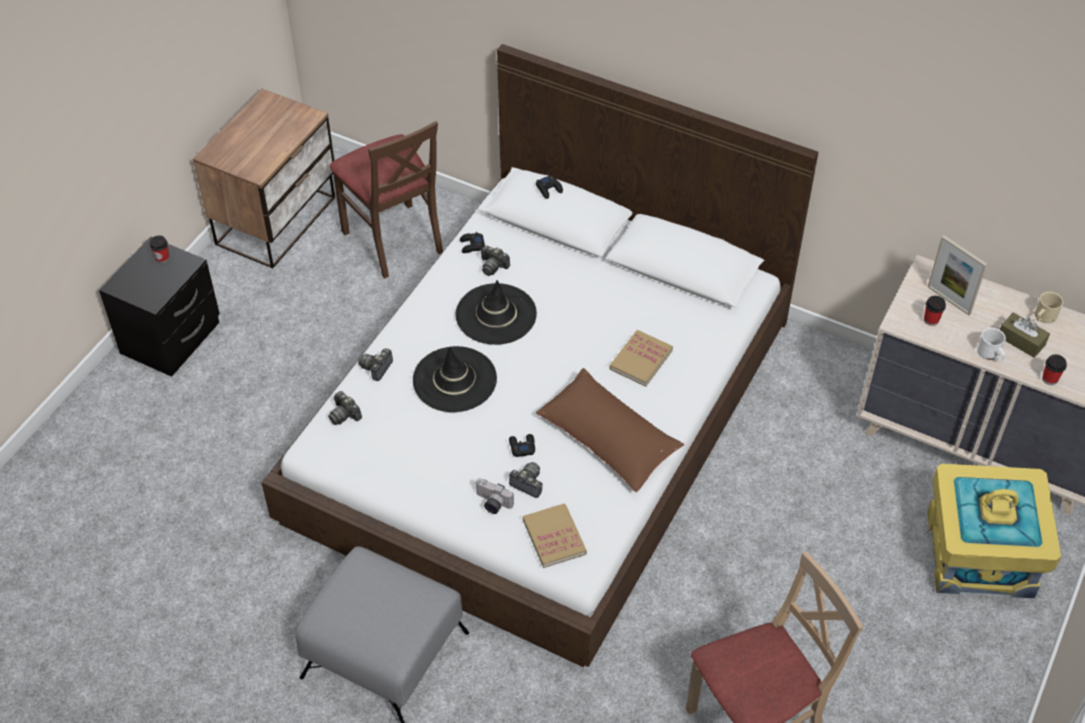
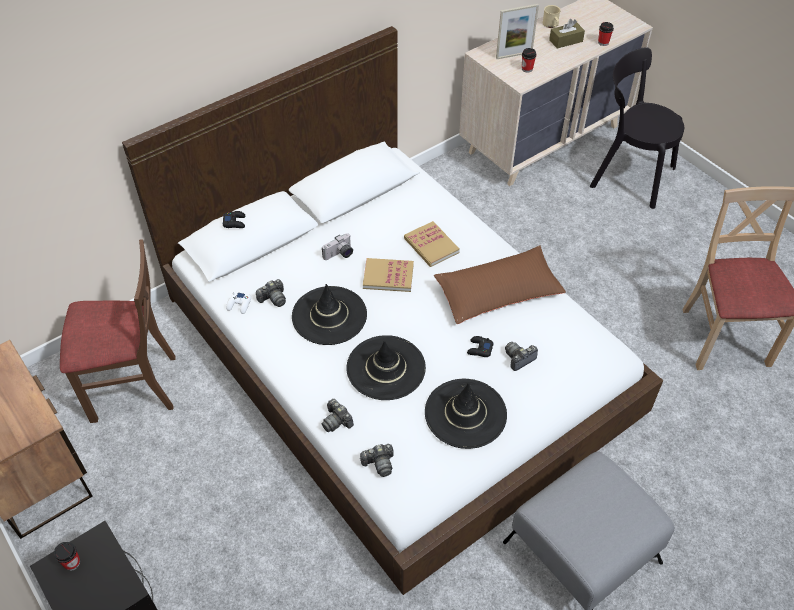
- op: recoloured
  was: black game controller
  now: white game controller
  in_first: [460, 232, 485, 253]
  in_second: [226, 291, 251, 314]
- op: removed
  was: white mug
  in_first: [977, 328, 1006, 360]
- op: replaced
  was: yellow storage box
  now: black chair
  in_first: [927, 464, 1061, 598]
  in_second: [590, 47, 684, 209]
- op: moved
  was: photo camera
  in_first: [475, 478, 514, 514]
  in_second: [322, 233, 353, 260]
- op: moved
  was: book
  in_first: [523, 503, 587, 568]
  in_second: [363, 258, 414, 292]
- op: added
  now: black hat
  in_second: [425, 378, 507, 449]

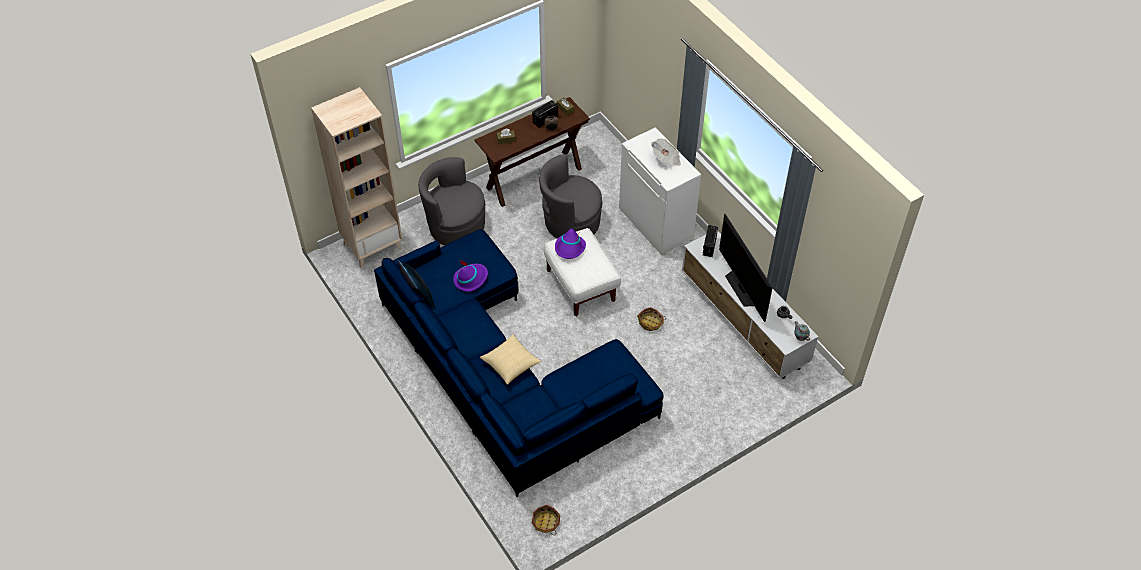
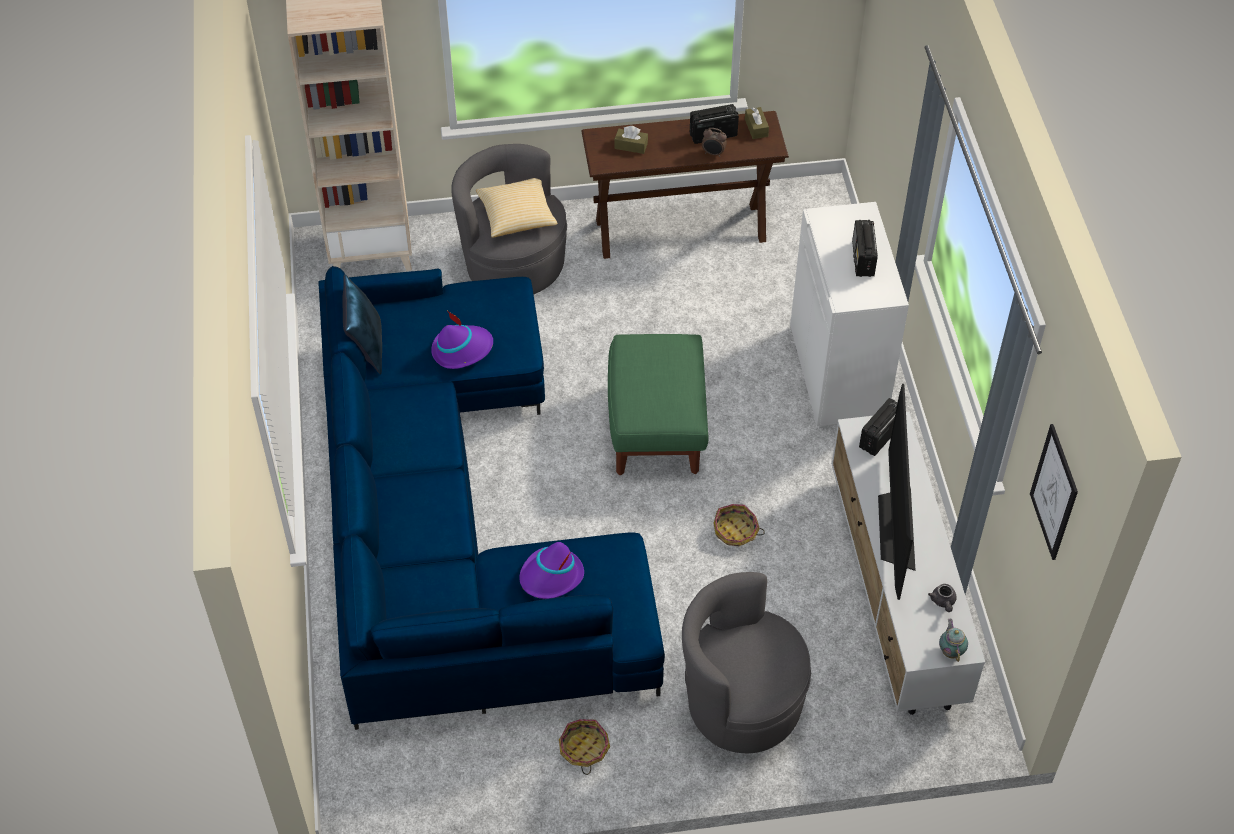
- op: replaced
  was: newspaper
  now: radio
  in_first: [651, 139, 681, 166]
  in_second: [852, 220, 878, 277]
- op: moved
  was: grey armchair
  in_first: [539, 154, 602, 238]
  in_second: [682, 572, 811, 753]
- op: recoloured
  was: white ottoman
  now: green ottoman
  in_first: [544, 228, 621, 316]
  in_second: [608, 334, 709, 475]
- op: moved
  was: purple hat
  in_first: [555, 229, 586, 259]
  in_second: [519, 542, 584, 599]
- op: moved
  was: pillow
  in_first: [480, 334, 541, 385]
  in_second: [476, 178, 558, 238]
- op: moved
  was: basket
  in_first: [532, 504, 560, 535]
  in_second: [559, 719, 610, 775]
- op: added
  now: picture
  in_second: [1030, 424, 1078, 560]

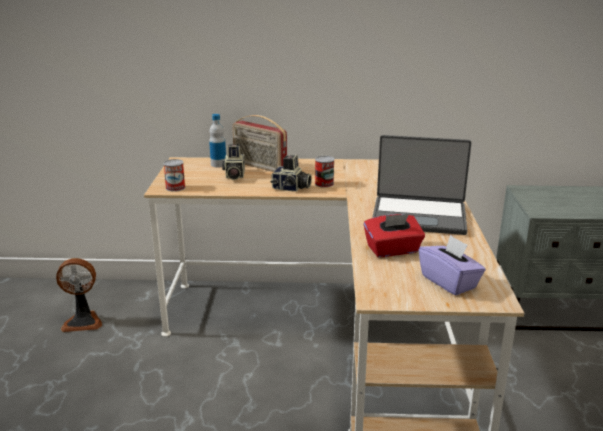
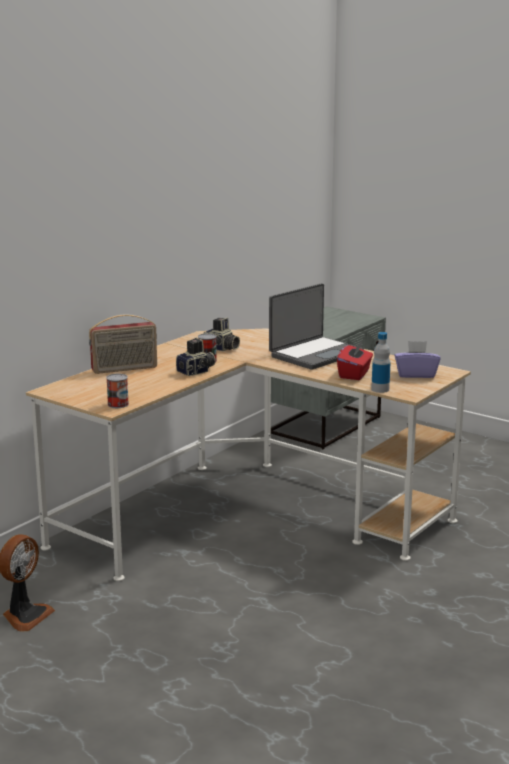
- op: moved
  was: bottle
  in_first: [209, 114, 226, 168]
  in_second: [371, 332, 391, 393]
- op: moved
  was: photo camera
  in_first: [222, 144, 245, 180]
  in_second: [203, 317, 240, 352]

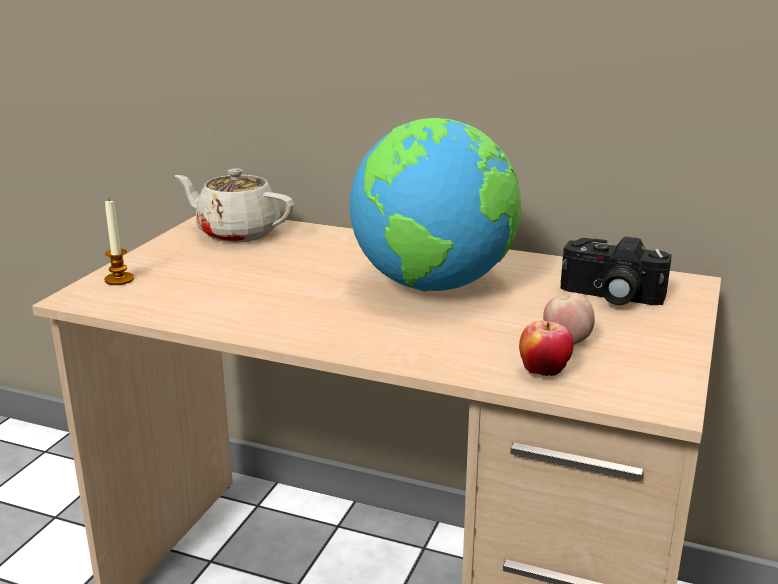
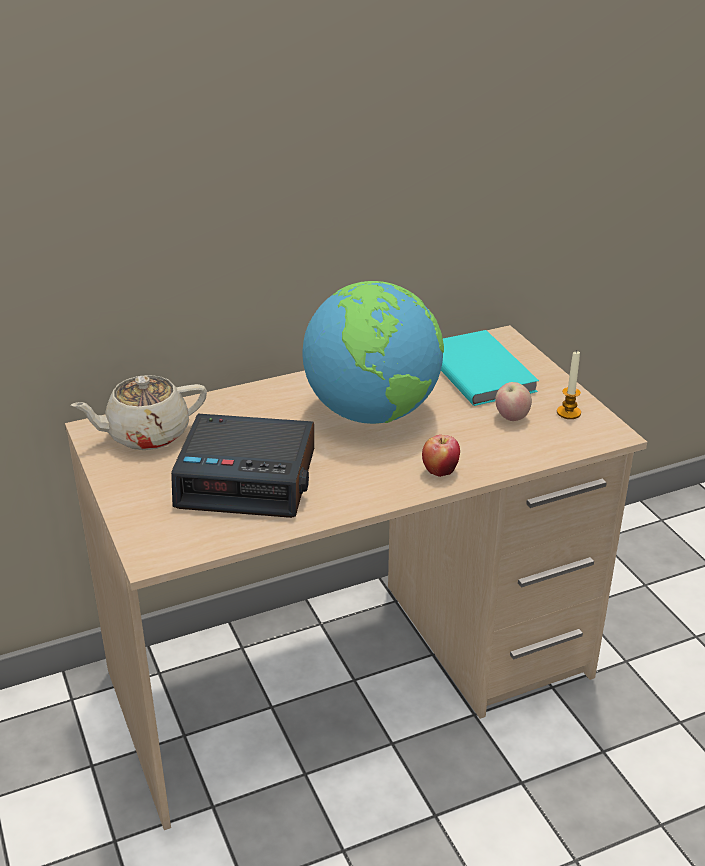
- op: moved
  was: candle
  in_first: [104, 201, 134, 285]
  in_second: [557, 350, 581, 419]
- op: replaced
  was: photo camera
  now: turquoise book
  in_first: [560, 237, 672, 305]
  in_second: [441, 330, 539, 406]
- op: moved
  was: apple
  in_first: [519, 321, 573, 376]
  in_second: [422, 435, 460, 477]
- op: added
  now: alarm clock
  in_second: [171, 414, 314, 518]

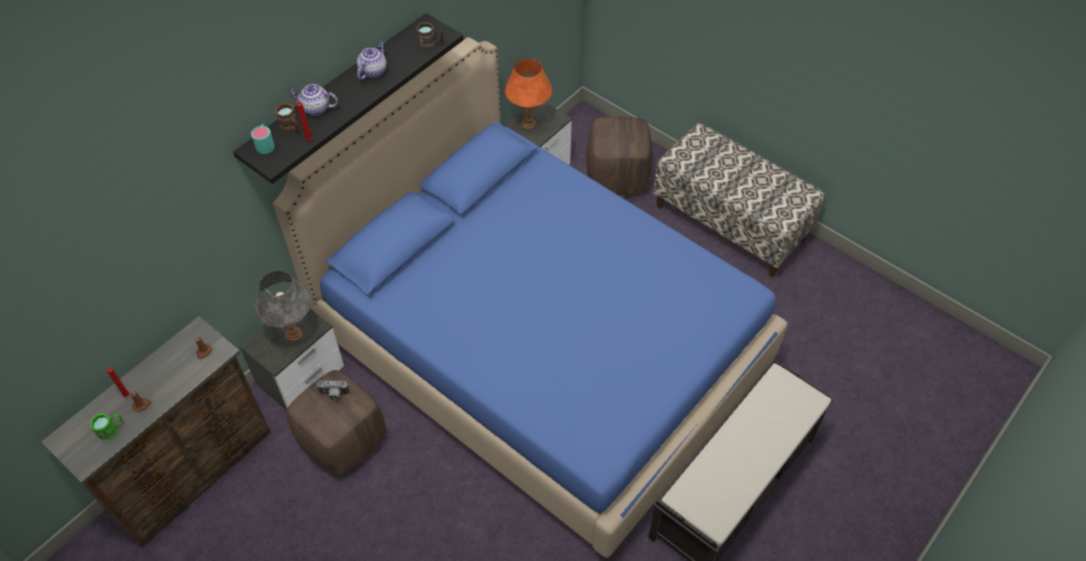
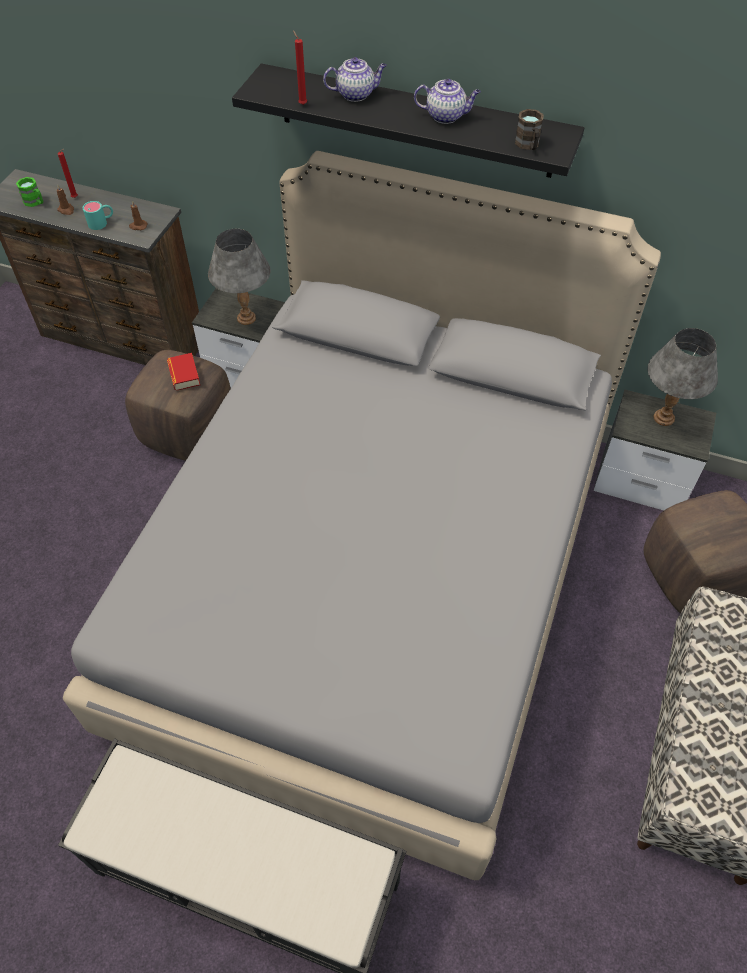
- op: recoloured
  was: blue bed
  now: grey bed
  in_first: [273, 37, 788, 559]
  in_second: [63, 151, 661, 880]
- op: recoloured
  was: orange table lamp
  now: grey table lamp
  in_first: [505, 59, 552, 129]
  in_second: [647, 328, 718, 426]
- op: turned
  was: teapot
  in_first: [288, 84, 338, 116]
  in_second: [323, 57, 387, 102]
  clockwise: 90
- op: removed
  was: brown mug
  in_first: [275, 103, 298, 132]
- op: moved
  was: turquoise mug
  in_first: [251, 124, 275, 154]
  in_second: [83, 201, 113, 230]
- op: replaced
  was: photo camera
  now: book
  in_first: [317, 380, 349, 400]
  in_second: [167, 353, 200, 390]

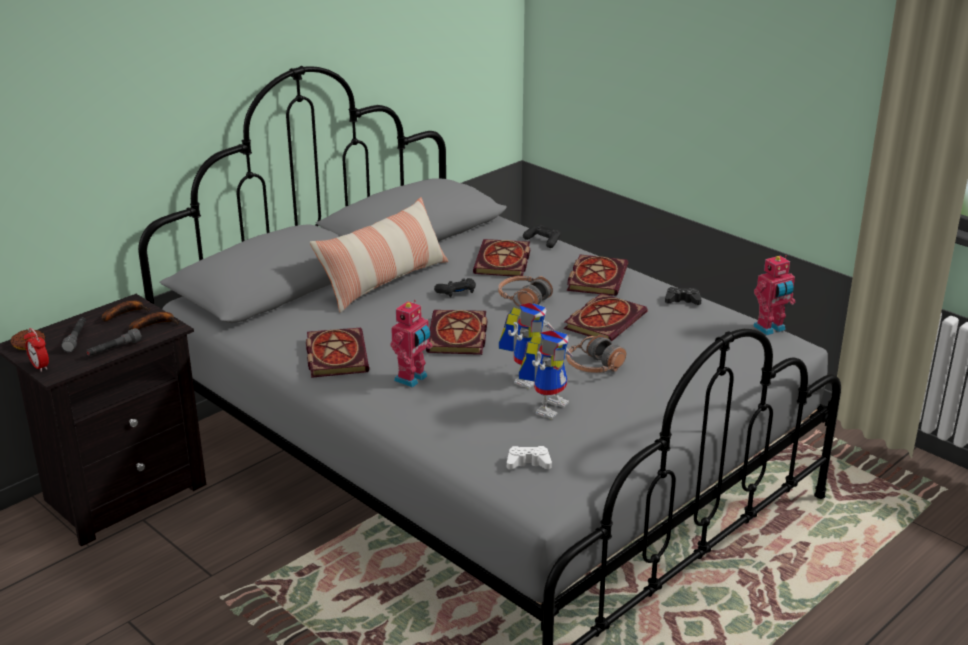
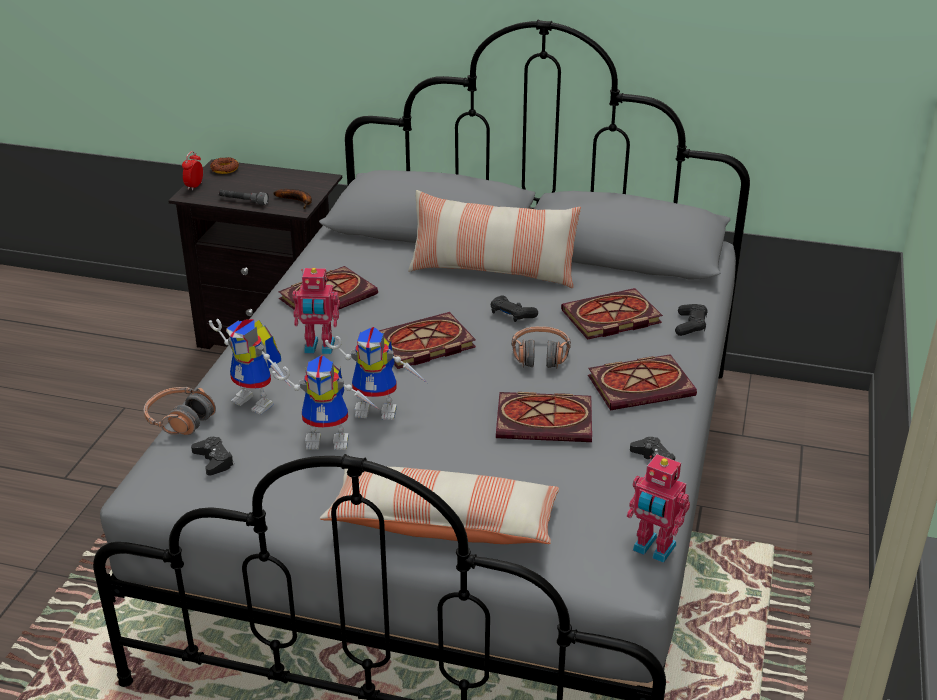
- op: removed
  was: banana
  in_first: [102, 300, 150, 321]
- op: removed
  was: grey flashlight
  in_first: [61, 317, 86, 352]
- op: moved
  was: headphones
  in_first: [567, 335, 626, 373]
  in_second: [144, 387, 216, 435]
- op: recoloured
  was: white game controller
  now: black game controller
  in_first: [507, 446, 552, 470]
  in_second: [191, 437, 234, 476]
- op: added
  now: toy robot
  in_second: [209, 319, 291, 415]
- op: added
  now: pillow
  in_second: [320, 467, 559, 544]

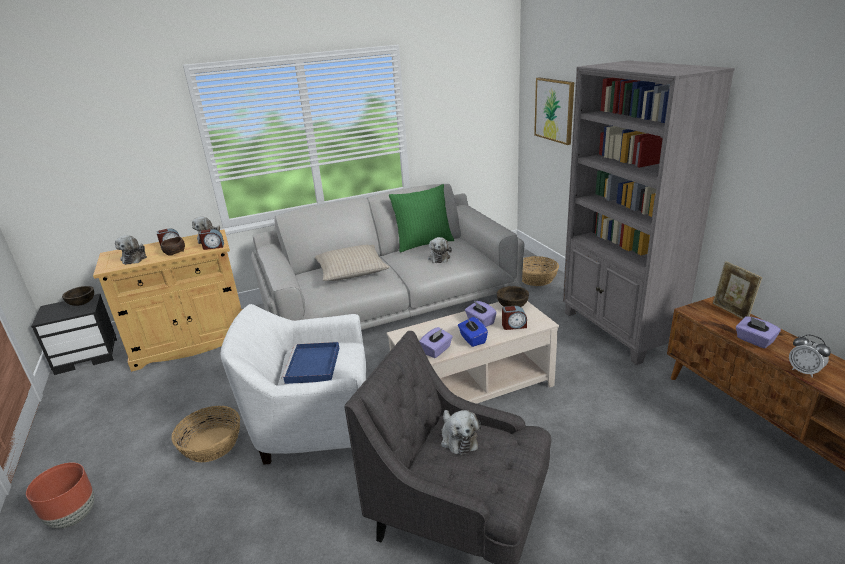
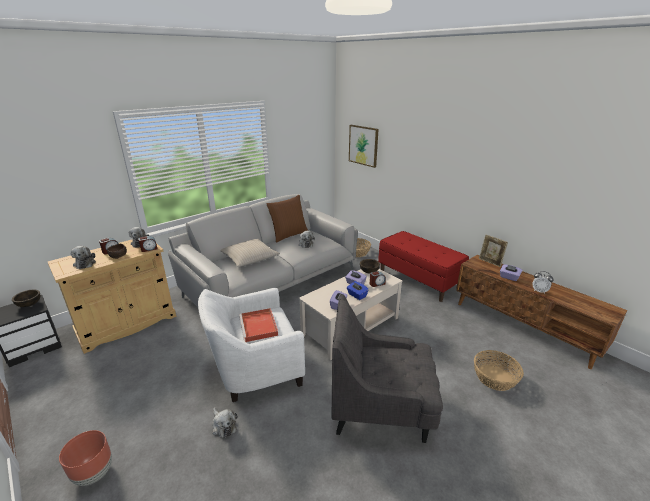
- op: replaced
  was: grey bookcase
  now: red bench
  in_first: [563, 60, 735, 365]
  in_second: [378, 231, 469, 302]
- op: recoloured
  was: green pillow
  now: brown pillow
  in_first: [389, 184, 454, 252]
  in_second: [266, 195, 308, 243]
- op: recoloured
  was: blue tray
  now: red tray
  in_first: [281, 342, 339, 384]
  in_second: [239, 308, 278, 342]
- op: moved
  was: basket
  in_first: [171, 406, 240, 462]
  in_second: [474, 350, 524, 391]
- op: moved
  was: plush toy
  in_first: [441, 410, 481, 455]
  in_second: [212, 407, 238, 438]

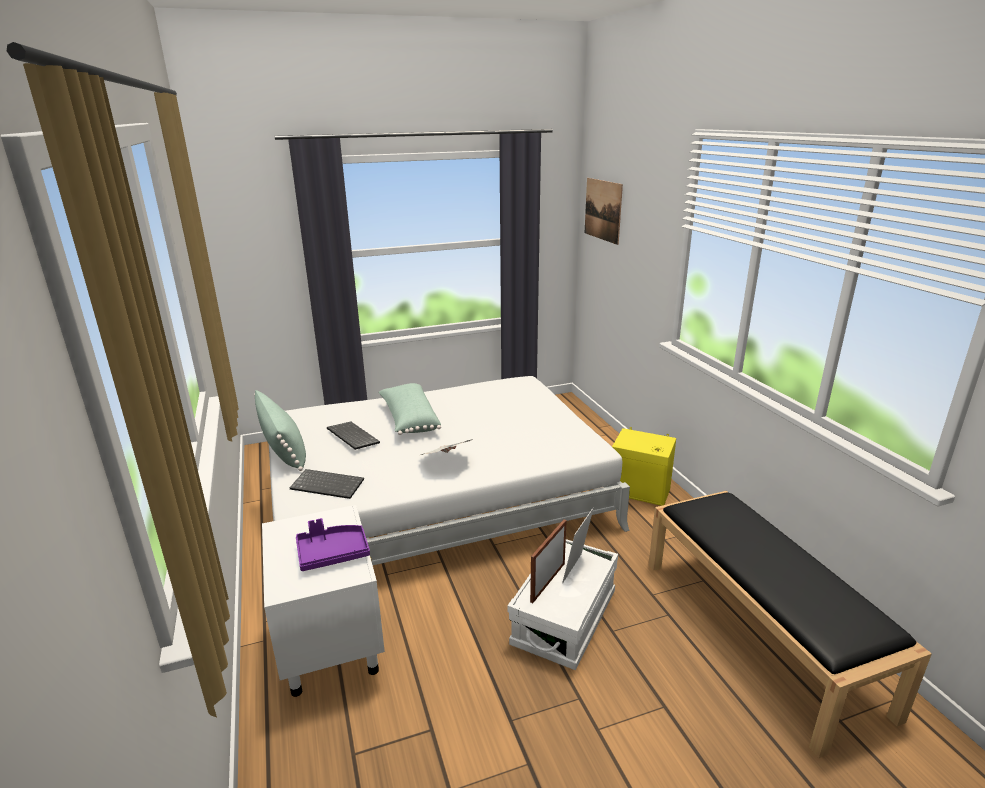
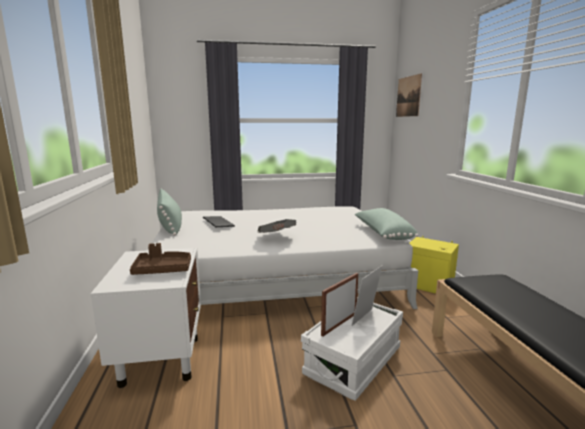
- op: moved
  was: green pillow
  in_first: [378, 383, 441, 435]
  in_second: [355, 208, 418, 240]
- op: removed
  was: keyboard
  in_first: [290, 469, 364, 499]
- op: recoloured
  was: purple tray
  now: brown tray
  in_first: [296, 518, 370, 571]
  in_second: [130, 243, 191, 275]

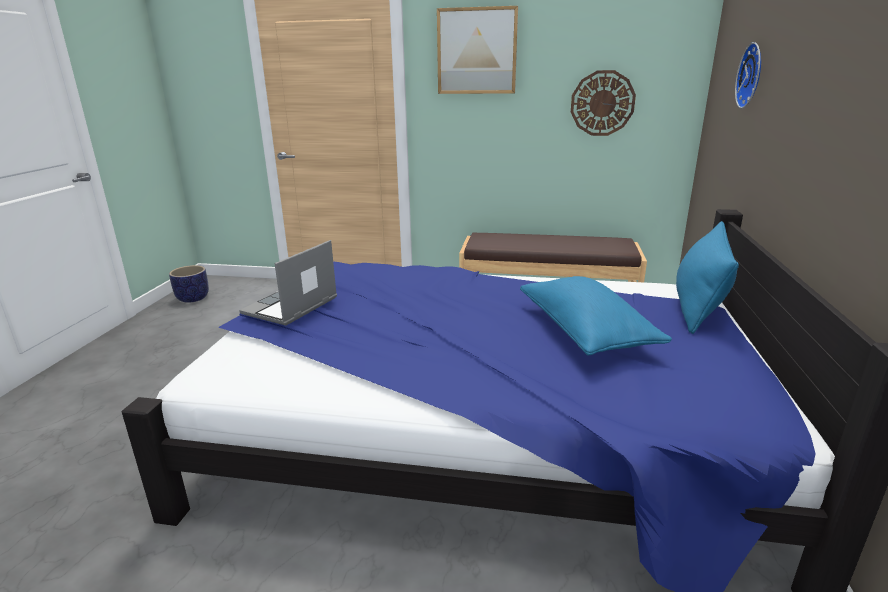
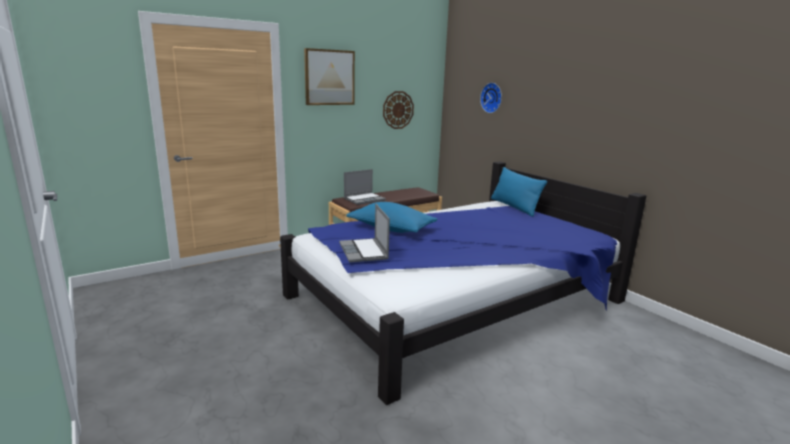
- op: removed
  was: planter
  in_first: [169, 265, 209, 303]
- op: moved
  was: blue pillow
  in_first: [520, 276, 672, 356]
  in_second: [346, 202, 437, 233]
- op: added
  now: laptop
  in_second: [344, 169, 386, 205]

